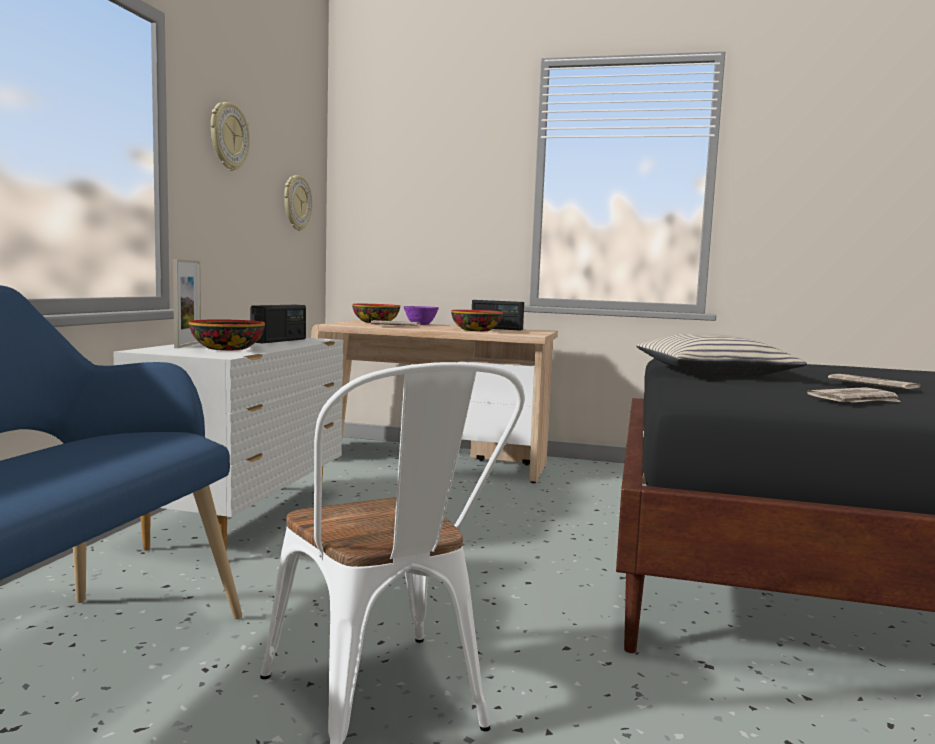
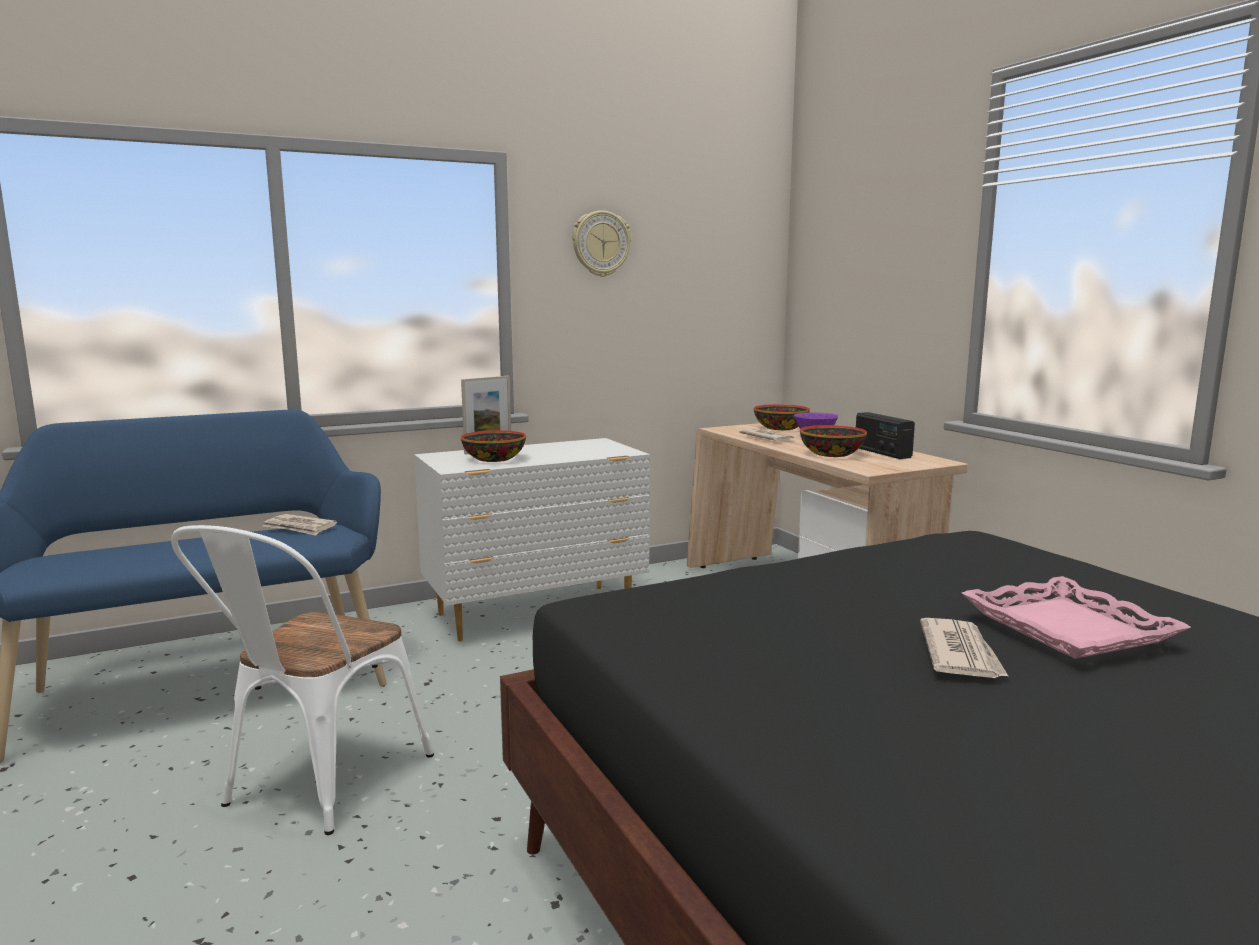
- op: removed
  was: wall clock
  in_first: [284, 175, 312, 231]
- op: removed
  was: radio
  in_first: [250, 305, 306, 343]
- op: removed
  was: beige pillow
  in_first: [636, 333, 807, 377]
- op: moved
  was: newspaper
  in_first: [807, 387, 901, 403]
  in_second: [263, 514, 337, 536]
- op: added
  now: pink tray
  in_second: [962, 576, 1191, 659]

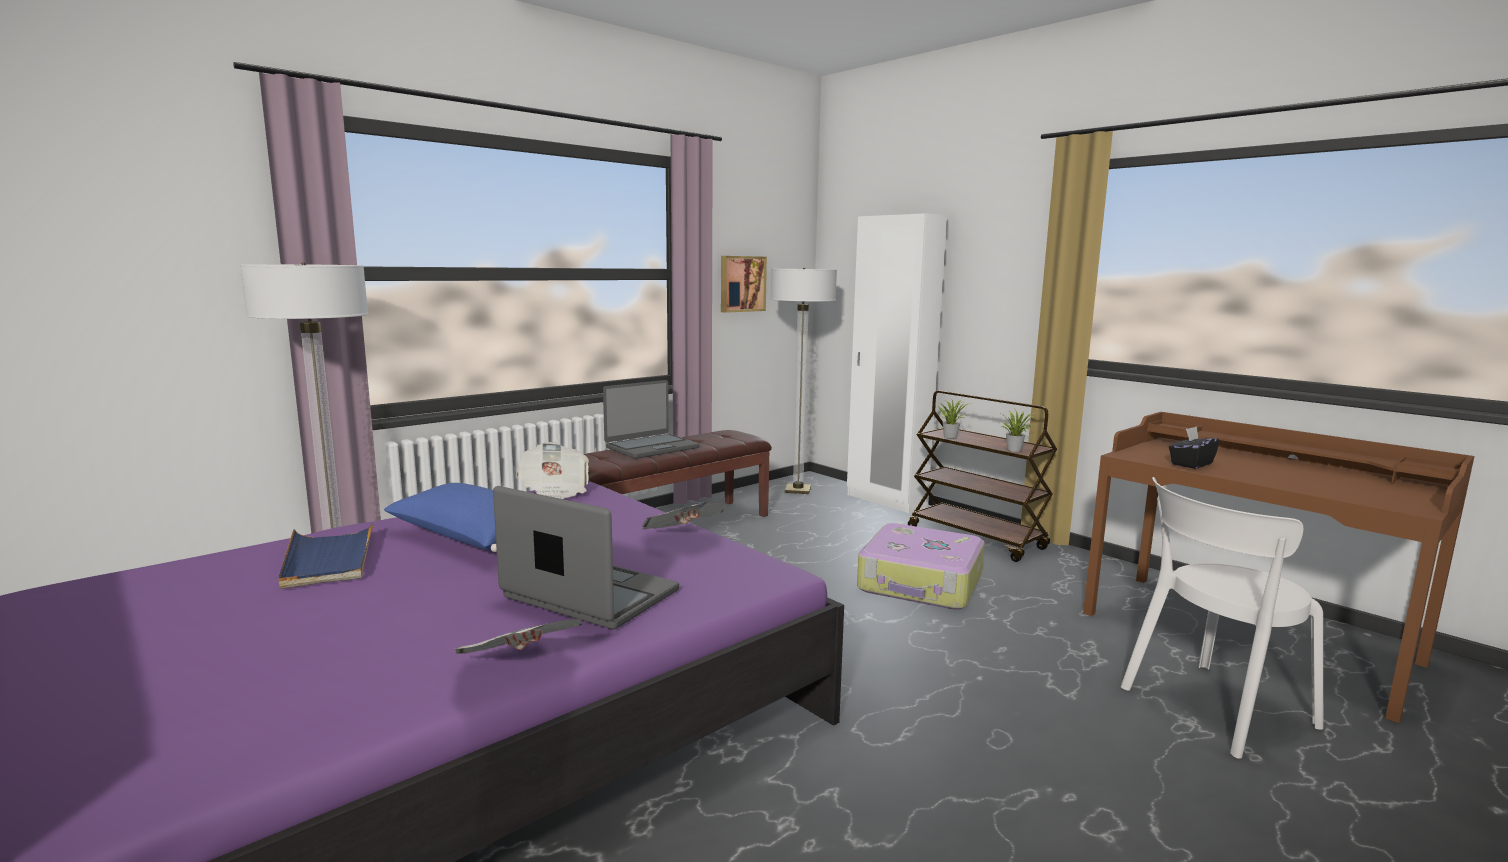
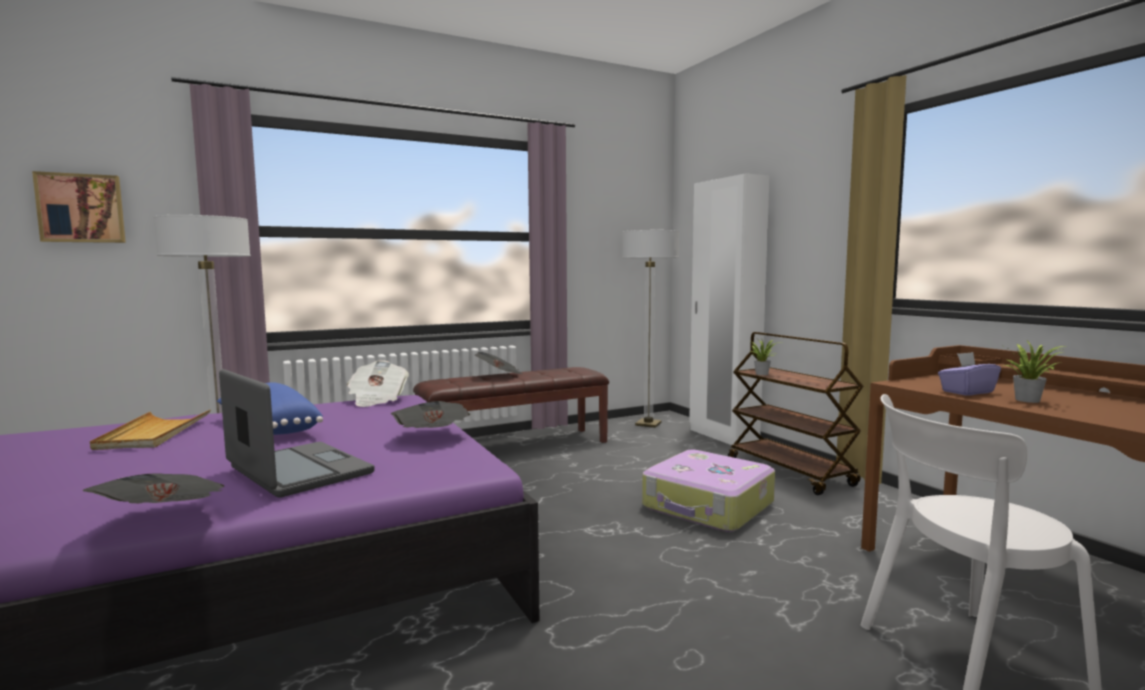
- op: moved
  was: picture
  in_first: [721, 256, 767, 313]
  in_second: [32, 171, 126, 243]
- op: replaced
  was: laptop
  now: newspaper
  in_first: [603, 380, 699, 459]
  in_second: [475, 352, 524, 374]
- op: moved
  was: potted plant
  in_first: [1001, 408, 1035, 452]
  in_second: [1001, 341, 1066, 403]
- op: recoloured
  was: black tissue box
  now: purple tissue box
  in_first: [1169, 426, 1220, 469]
  in_second: [938, 352, 1001, 396]
- op: recoloured
  was: blue tray
  now: beige tray
  in_first: [278, 521, 375, 589]
  in_second: [90, 409, 211, 450]

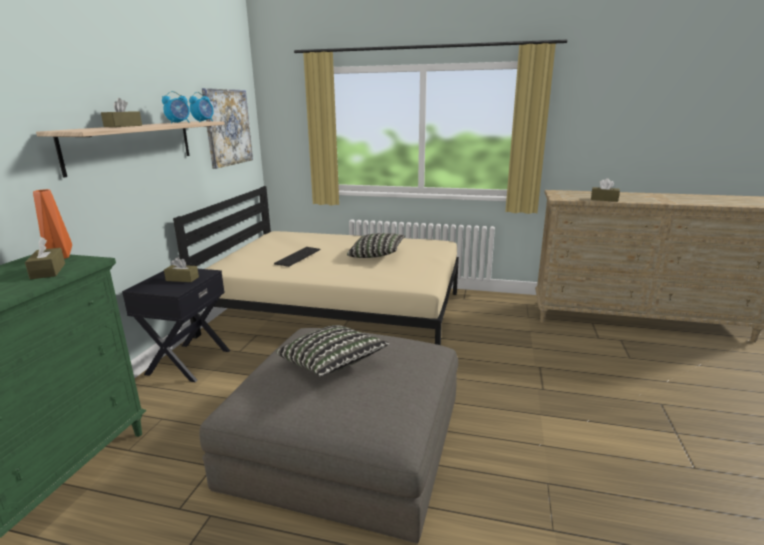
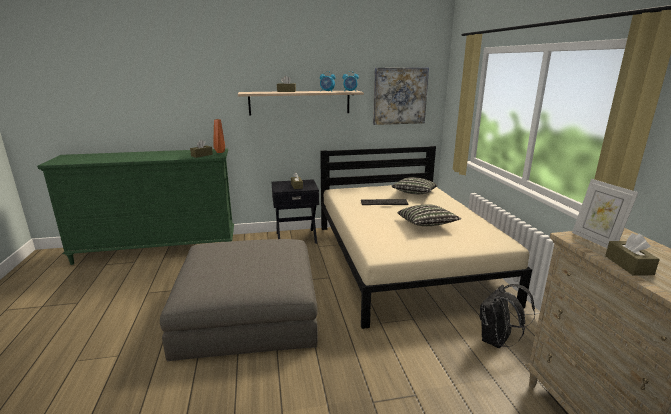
- op: moved
  was: pillow
  in_first: [276, 325, 390, 377]
  in_second: [391, 177, 437, 194]
- op: added
  now: picture frame
  in_second: [572, 179, 638, 248]
- op: added
  now: black backpack
  in_second: [480, 284, 535, 348]

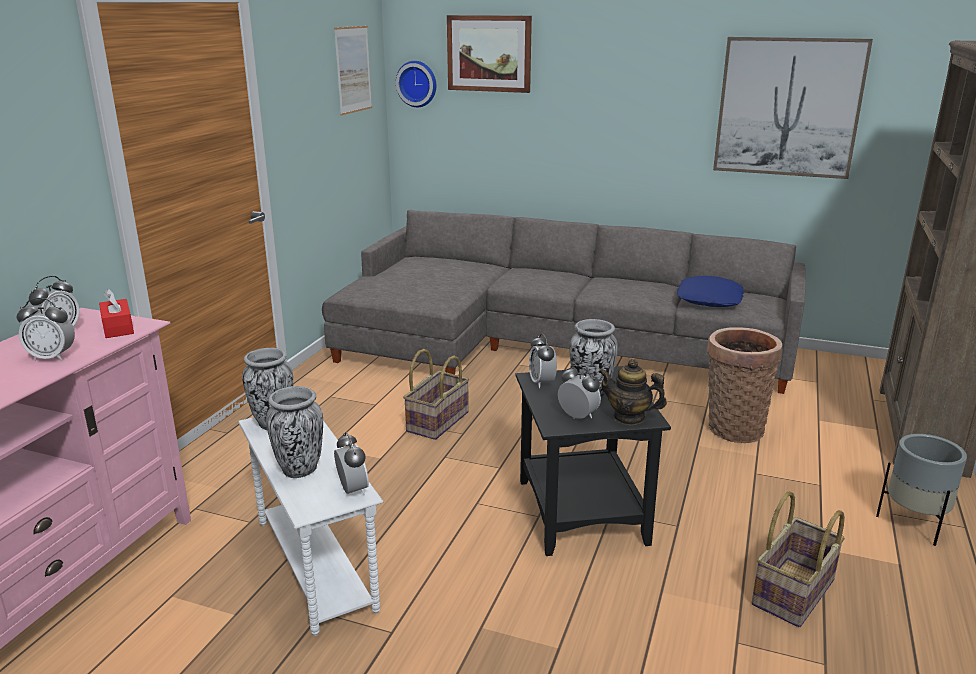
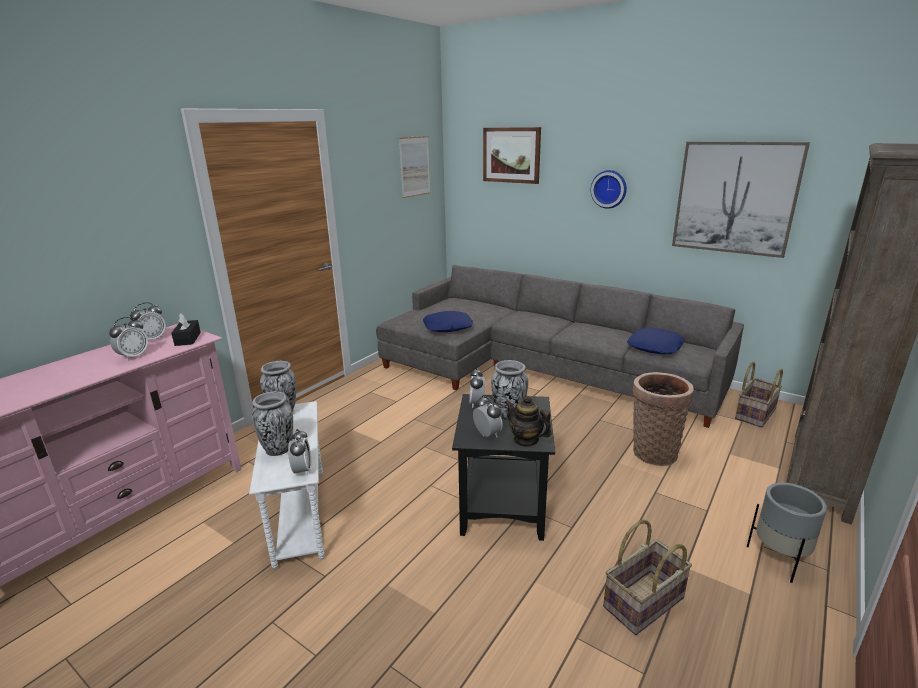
- op: moved
  was: wall clock
  in_first: [396, 61, 436, 107]
  in_second: [591, 170, 627, 209]
- op: recoloured
  was: red tissue box
  now: black tissue box
  in_first: [99, 289, 134, 338]
  in_second: [171, 313, 201, 346]
- op: turned
  was: alarm clock
  in_first: [17, 298, 75, 361]
  in_second: [109, 317, 148, 361]
  clockwise: -75
- op: moved
  was: basket
  in_first: [403, 349, 469, 440]
  in_second: [735, 361, 783, 427]
- op: added
  now: blue pillow
  in_second: [423, 311, 473, 332]

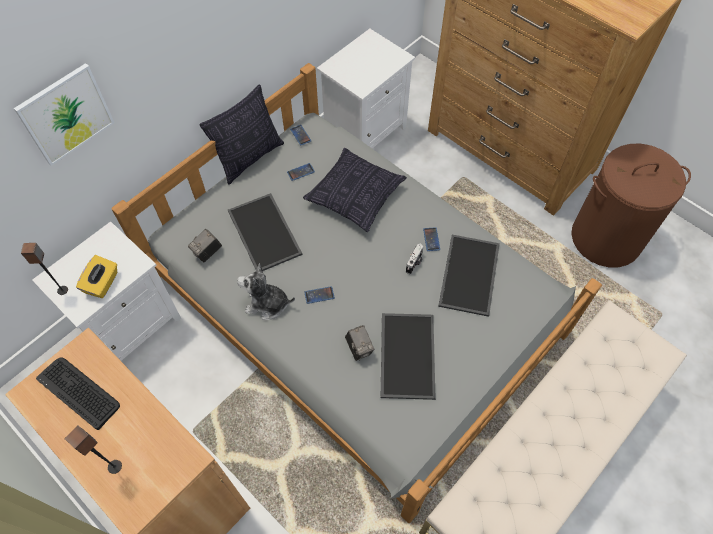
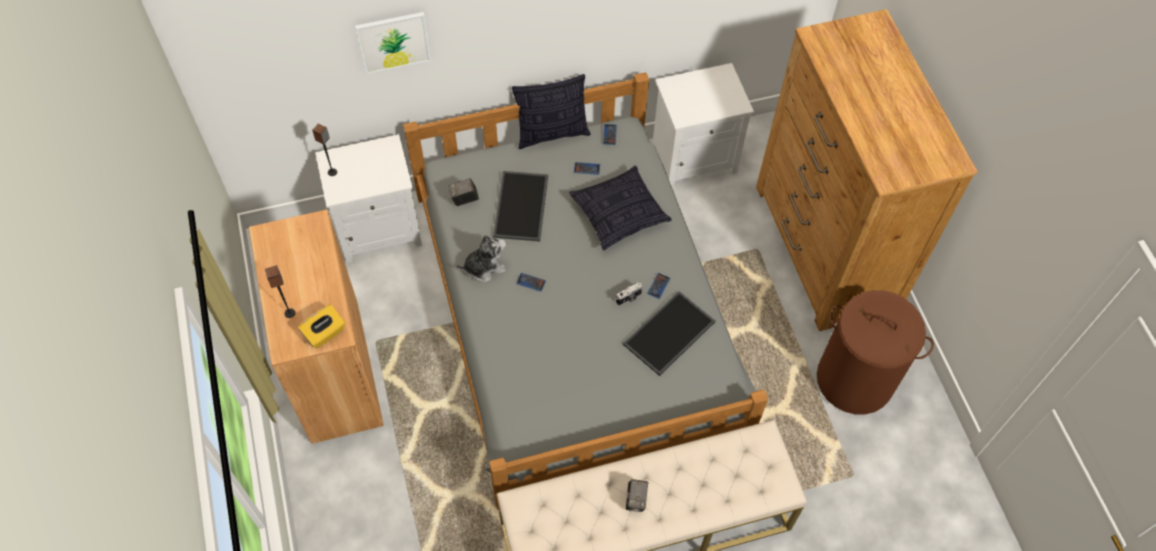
- op: moved
  was: yellow tissue box
  in_first: [76, 255, 117, 298]
  in_second: [298, 305, 345, 348]
- op: turned
  was: plush toy
  in_first: [237, 263, 295, 320]
  in_second: [456, 234, 507, 282]
  clockwise: 120
- op: removed
  was: tray
  in_first: [381, 313, 436, 400]
- op: moved
  was: photo camera
  in_first: [345, 325, 374, 361]
  in_second: [626, 479, 648, 512]
- op: removed
  was: keyboard
  in_first: [36, 358, 120, 430]

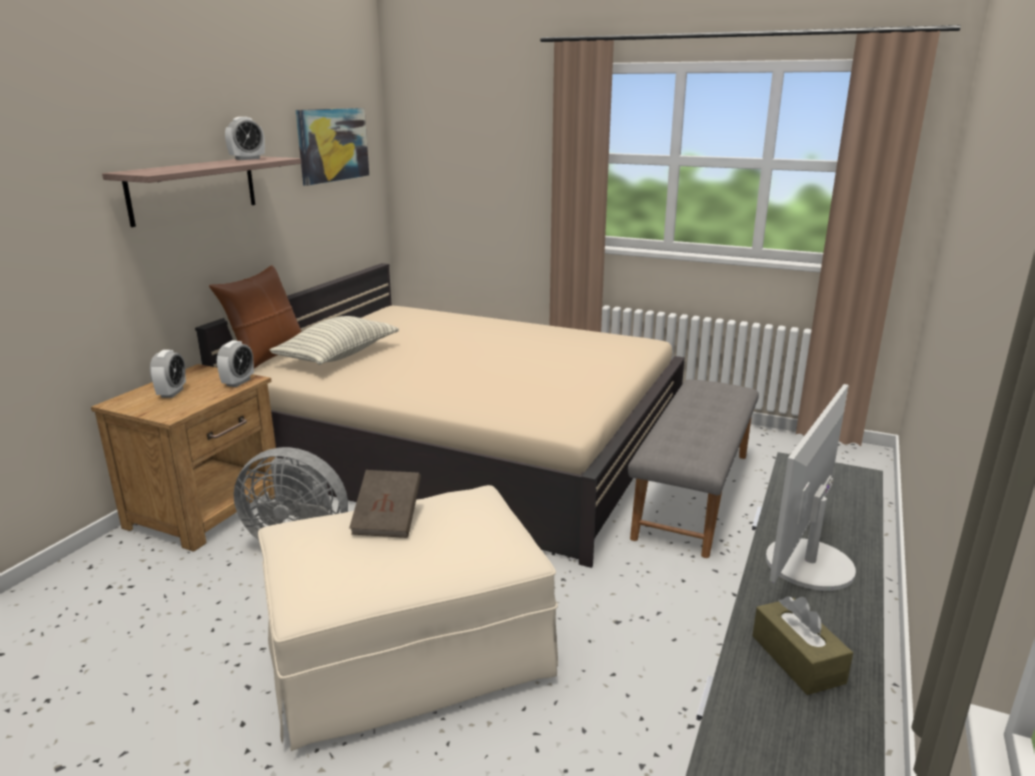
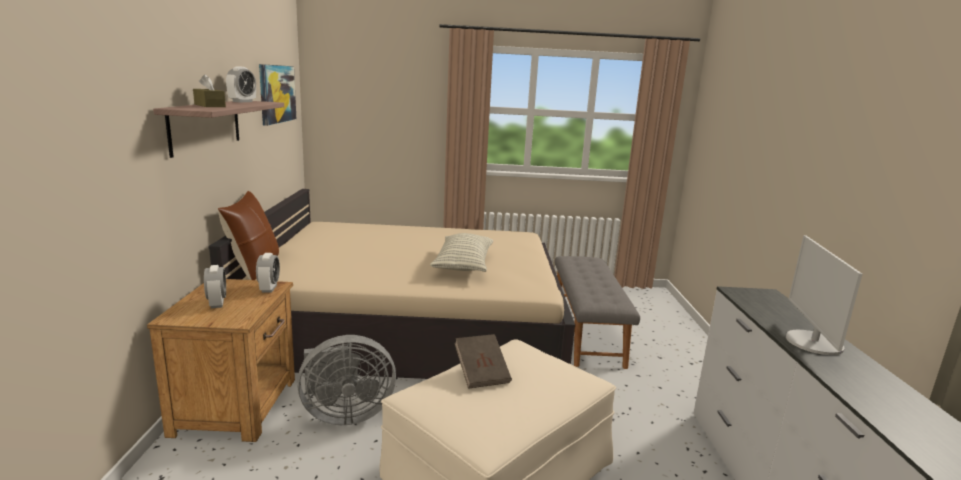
- op: moved
  was: pillow
  in_first: [270, 316, 399, 365]
  in_second: [430, 233, 493, 272]
- op: moved
  was: brown tissue box
  in_first: [753, 596, 853, 695]
  in_second: [193, 74, 226, 107]

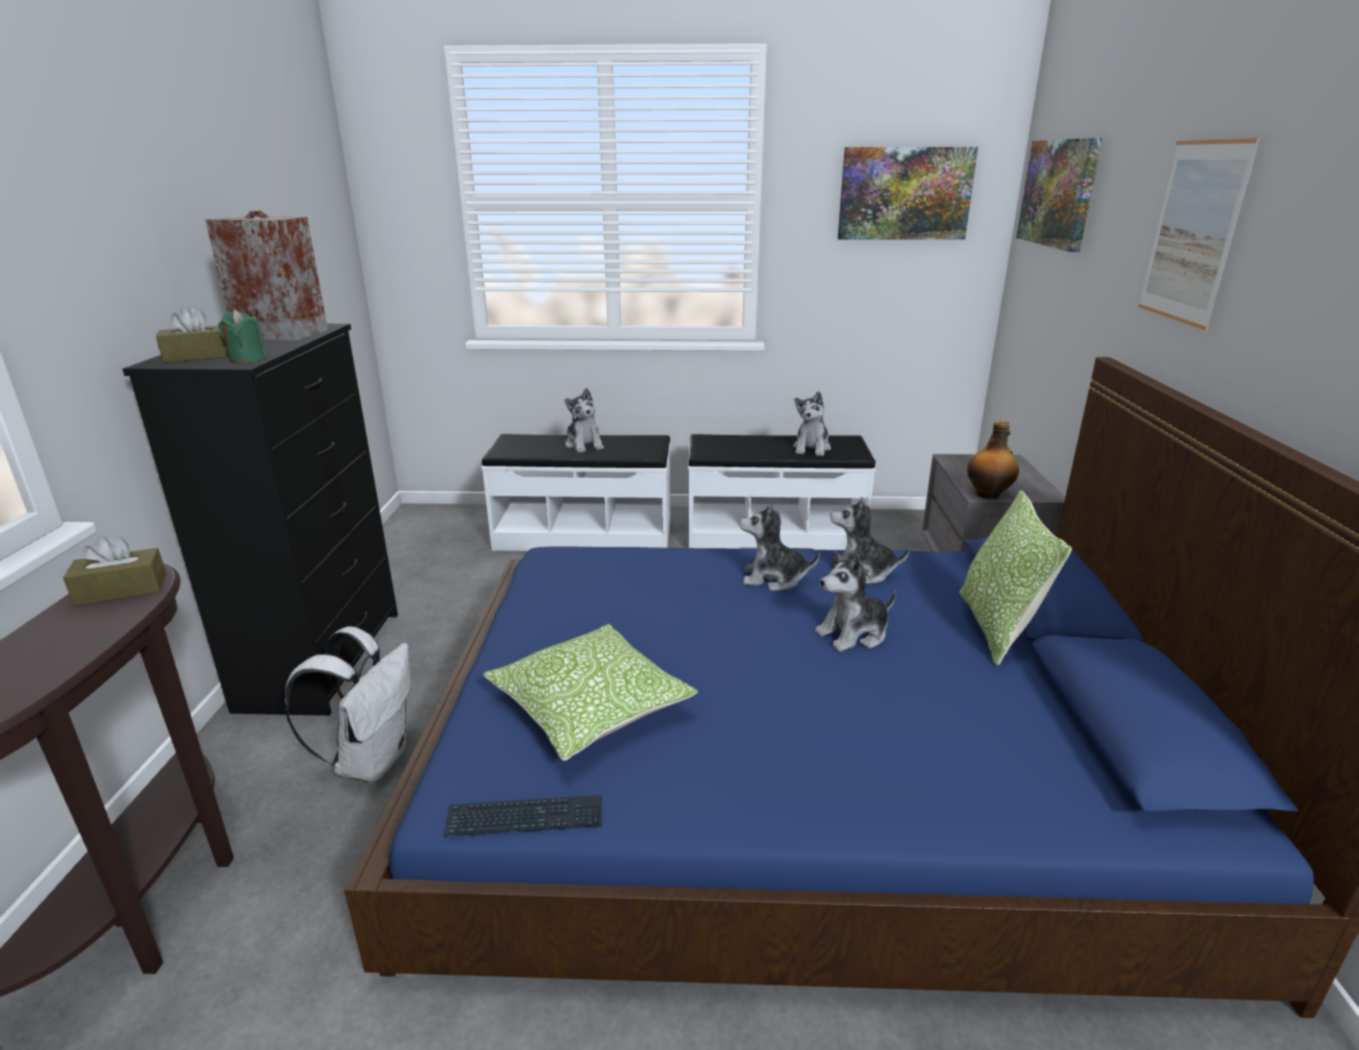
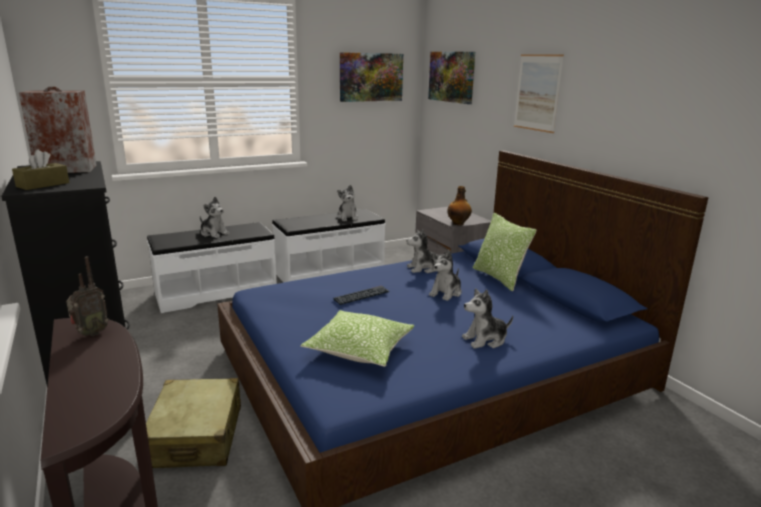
- op: removed
  was: green candle
  in_first: [218, 310, 267, 363]
- op: moved
  was: plush toy
  in_first: [740, 502, 820, 591]
  in_second: [462, 288, 513, 349]
- op: replaced
  was: brown tissue box
  now: radio
  in_first: [63, 535, 166, 606]
  in_second: [66, 256, 109, 336]
- op: replaced
  was: white backpack
  now: beige suitcase
  in_first: [285, 626, 411, 782]
  in_second: [146, 378, 241, 468]
- op: moved
  was: keyboard
  in_first: [444, 795, 602, 837]
  in_second: [333, 286, 390, 305]

